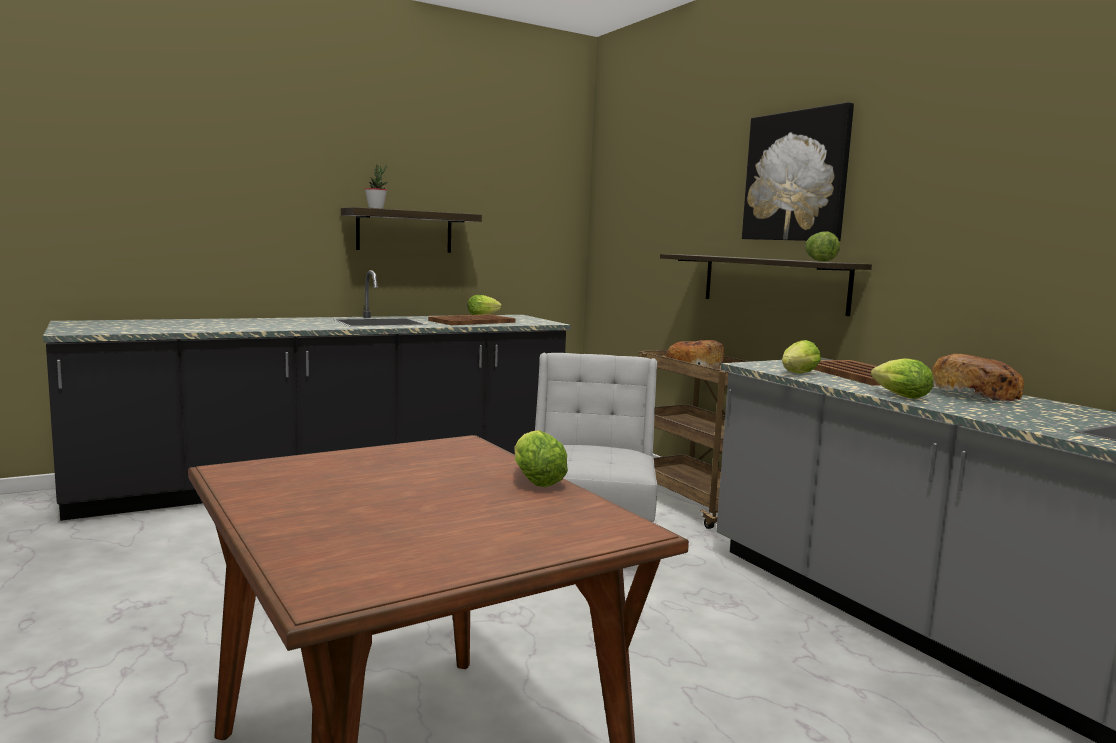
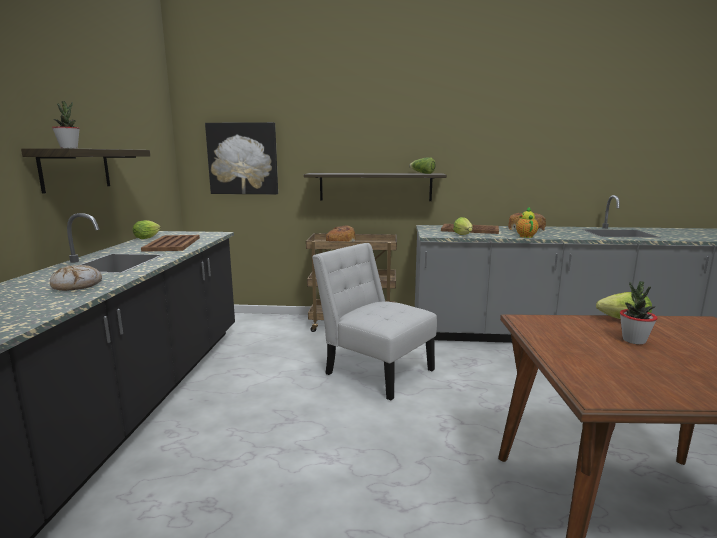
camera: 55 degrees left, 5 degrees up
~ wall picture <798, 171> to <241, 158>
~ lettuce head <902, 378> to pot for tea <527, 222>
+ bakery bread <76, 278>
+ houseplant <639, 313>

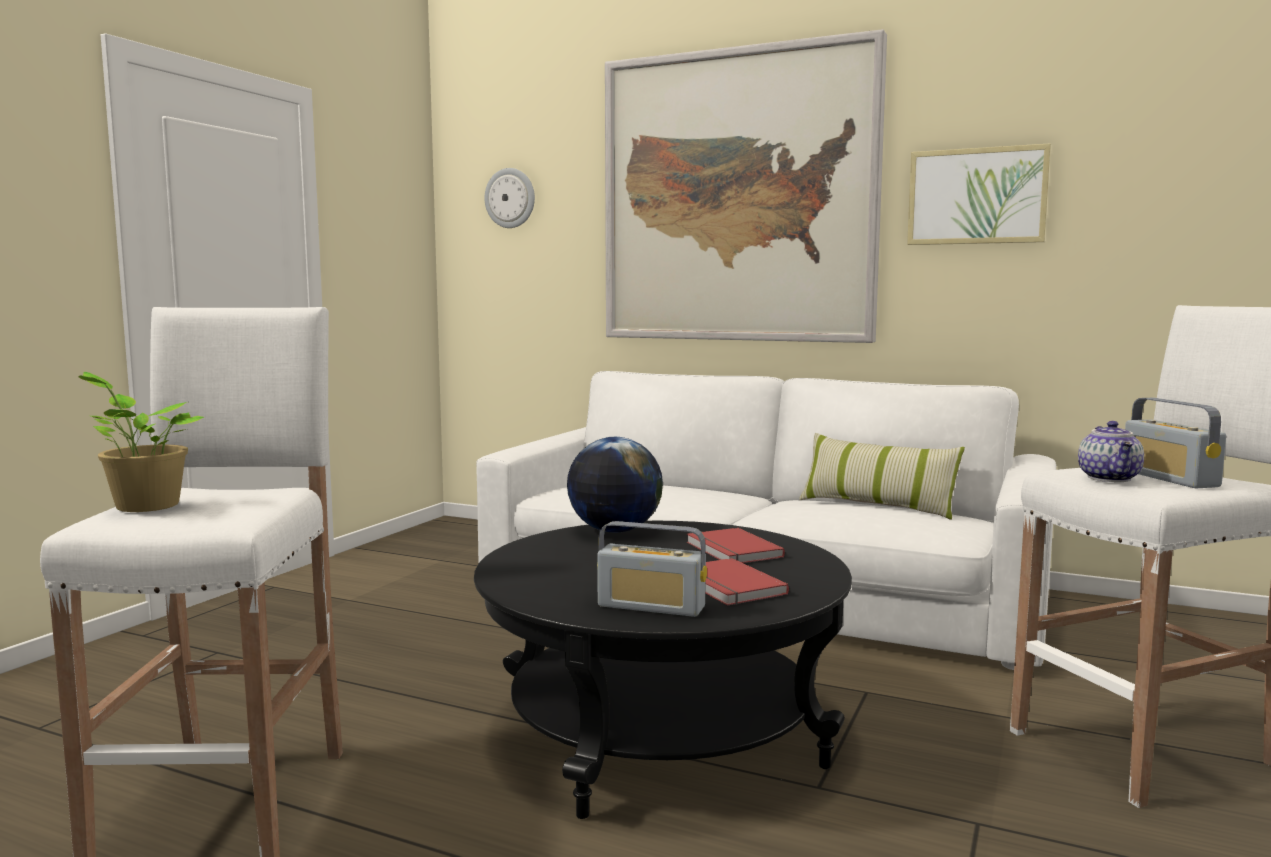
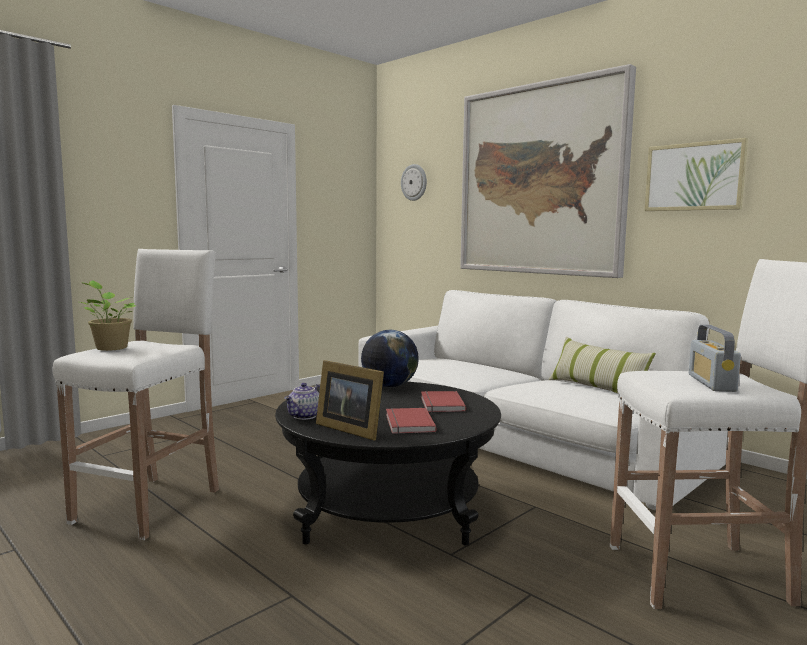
camera: 20 degrees right, 0 degrees up
~ pot for tea <1111, 451> to <302, 401>
~ radio <652, 569> to picture frame <350, 400>

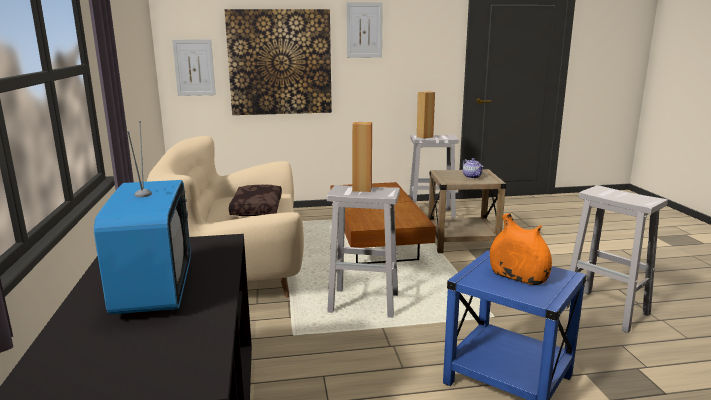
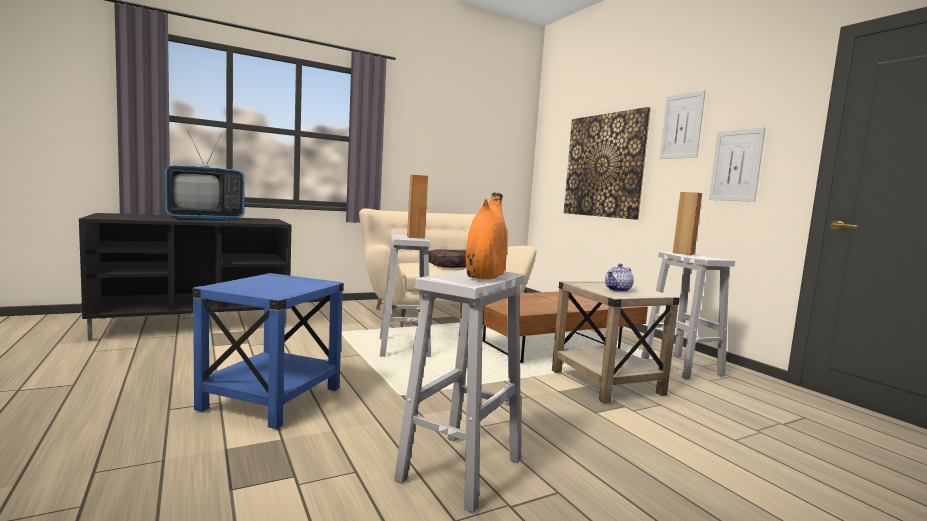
camera: 70 degrees right, 10 degrees down
~ wall picture <194, 67> to <737, 164>
~ flower vase/orange <521, 249> to <486, 235>

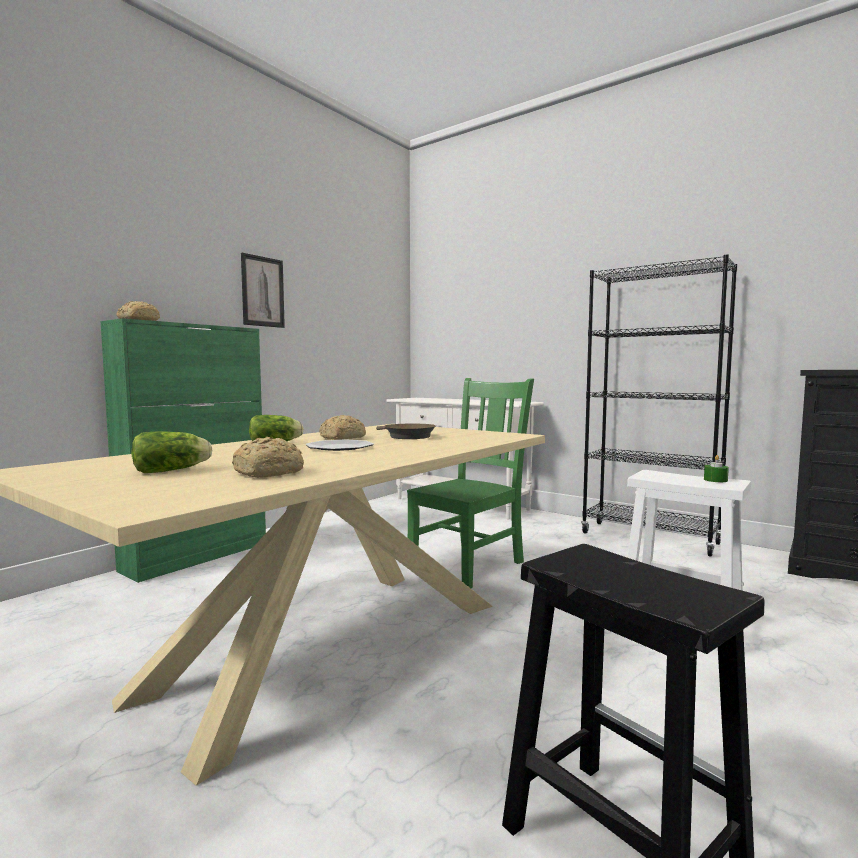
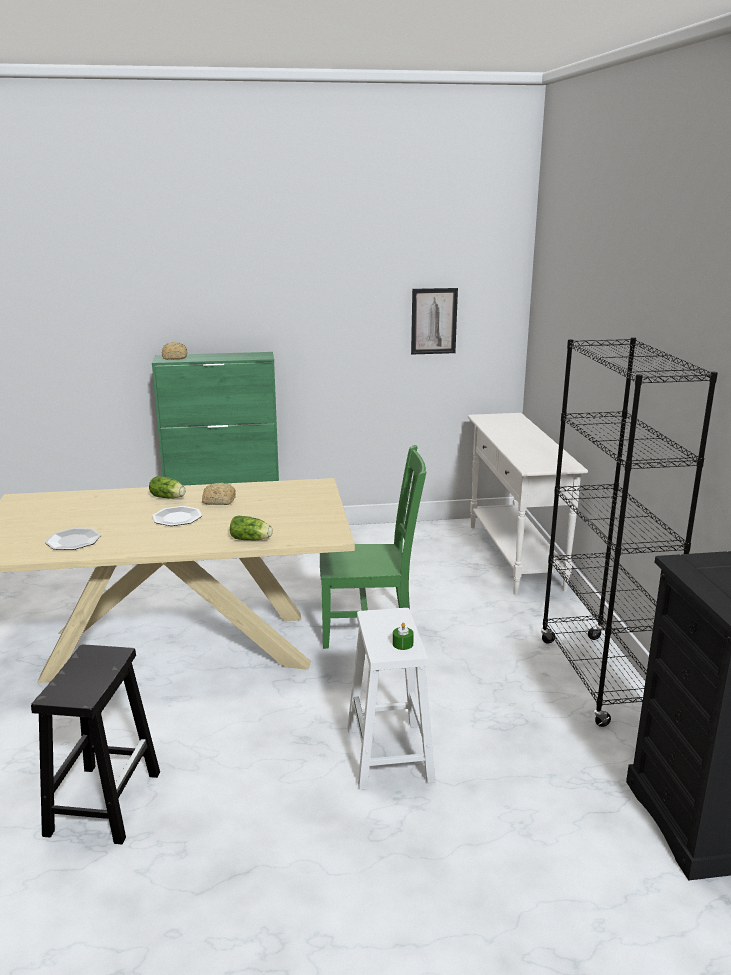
camera: 45 degrees right, 15 degrees up
~ wall picture <263, 290> to <434, 321>
- pan/brownish <406, 431>
~ lettuce head <171, 452> to <251, 527>
~ bakery bread <268, 457> to plate <73, 539>

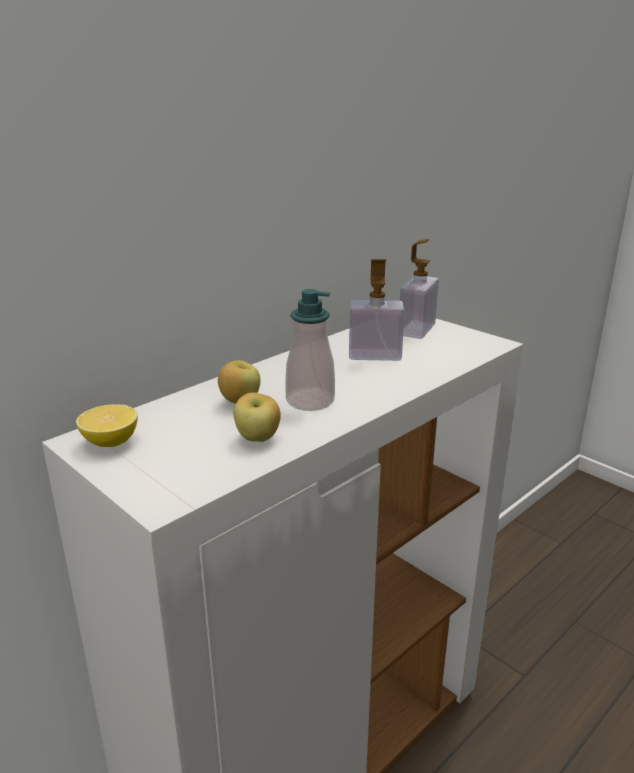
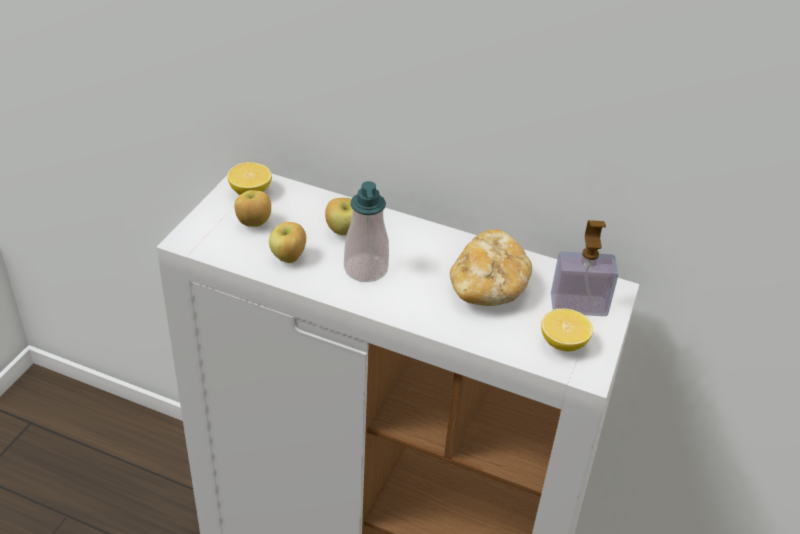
camera: 65 degrees right, 15 degrees up
~ soap bottle <377, 310> to bakery bread <491, 267>
+ whole apple <252, 208>
+ citrus fruit <567, 329>

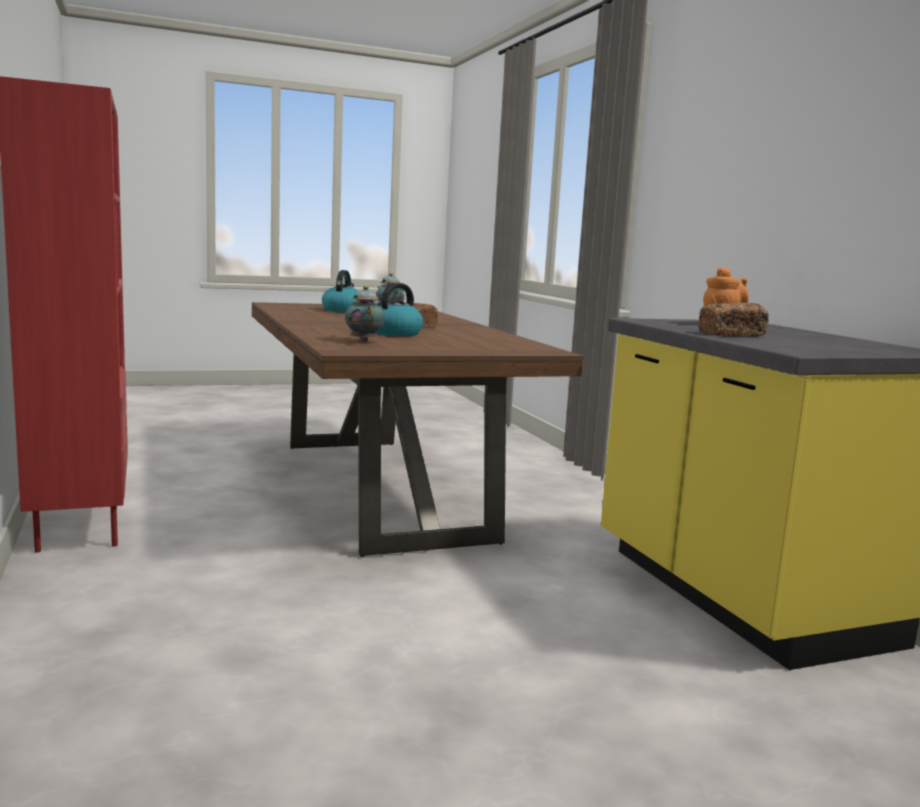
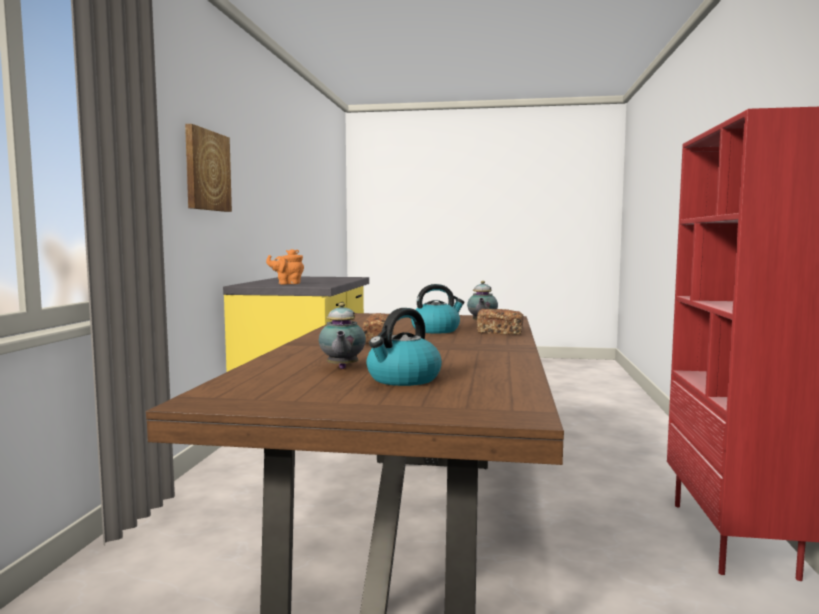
camera: 150 degrees left, 5 degrees down
~ bakery bread <734, 319> to <500, 322>
+ wall picture <208, 168>

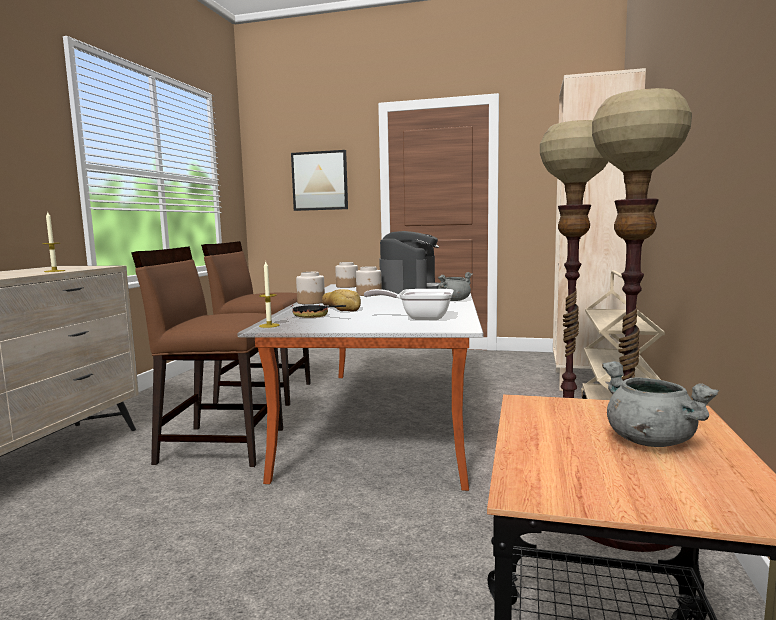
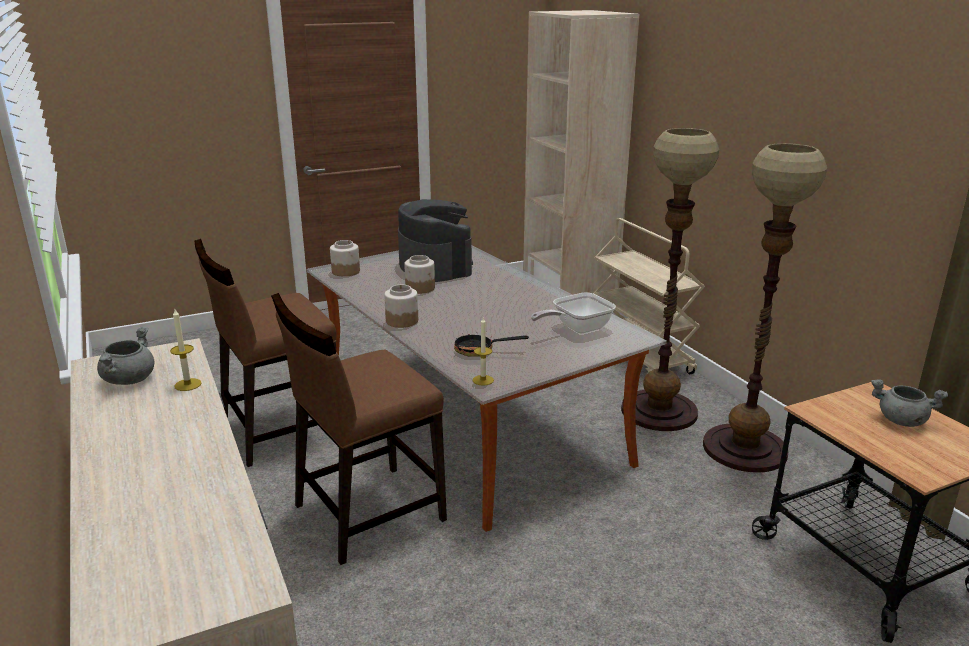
camera: 40 degrees left, 15 degrees up
- wall picture <319, 180>
~ stockpot/grey <455, 286> to <125, 356>
- bakery bread <341, 300>

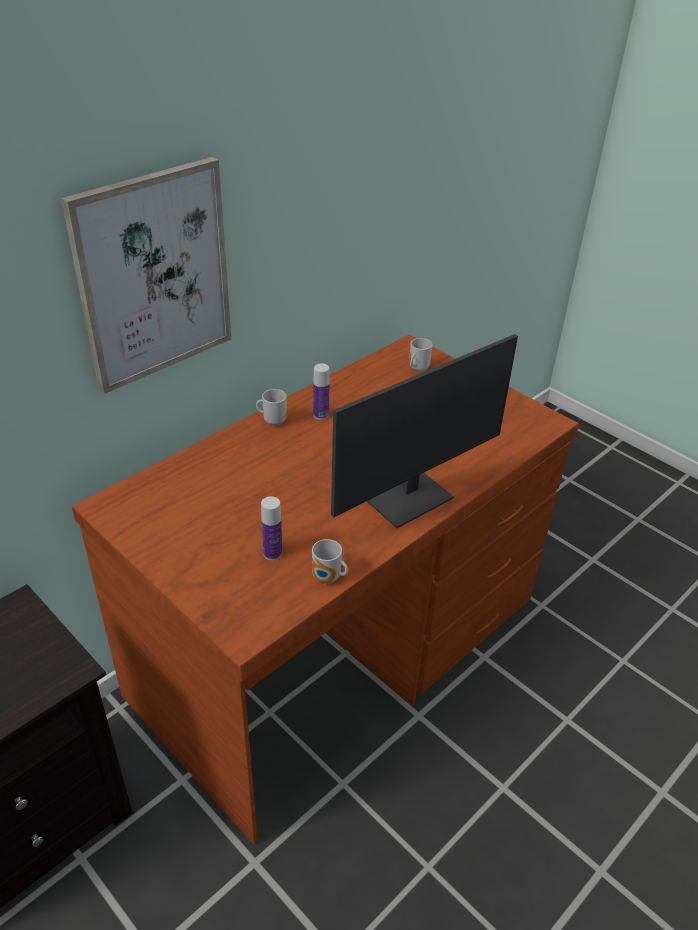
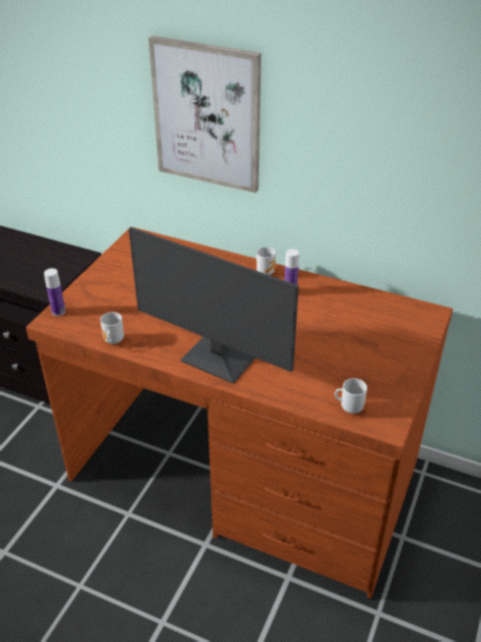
camera: 70 degrees right, 0 degrees up
~ tea mug <421, 354> to <351, 396>
~ beverage bottle <271, 528> to <55, 292>

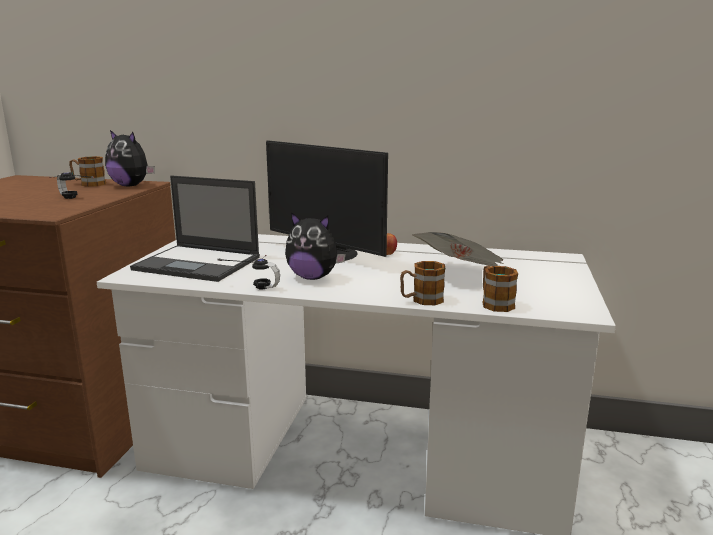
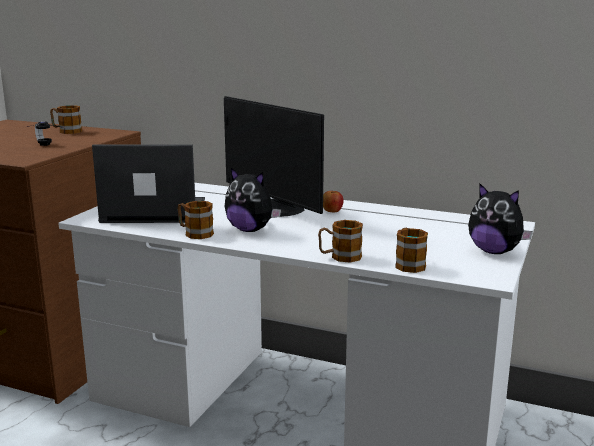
camera: 10 degrees right, 0 degrees up
~ soft toy <130, 158> to <500, 218>
~ laptop <195, 228> = <148, 184> 150 degrees clockwise
- printed paper <458, 249>
~ pair of headphones <249, 272> to tea mug <195, 220>

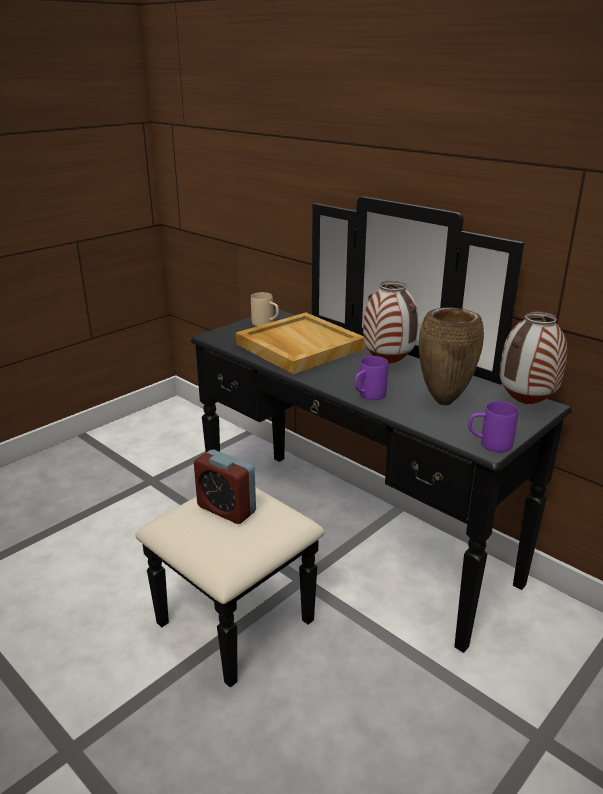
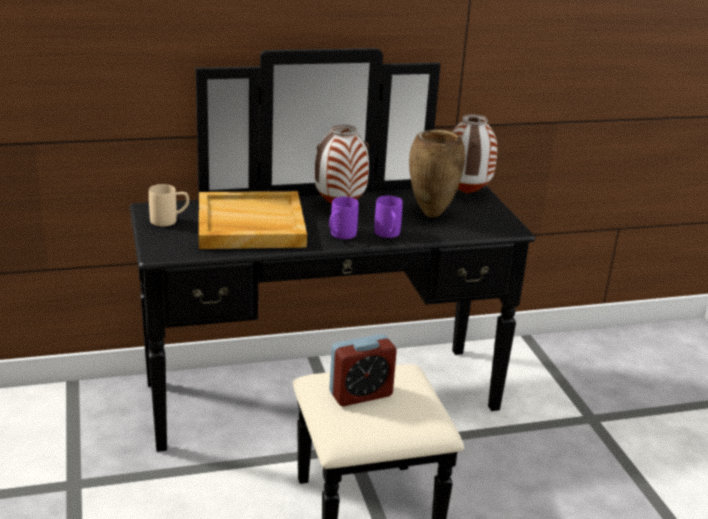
camera: 60 degrees left, 0 degrees up
~ tea mug/purple <493, 426> to <344, 218>

